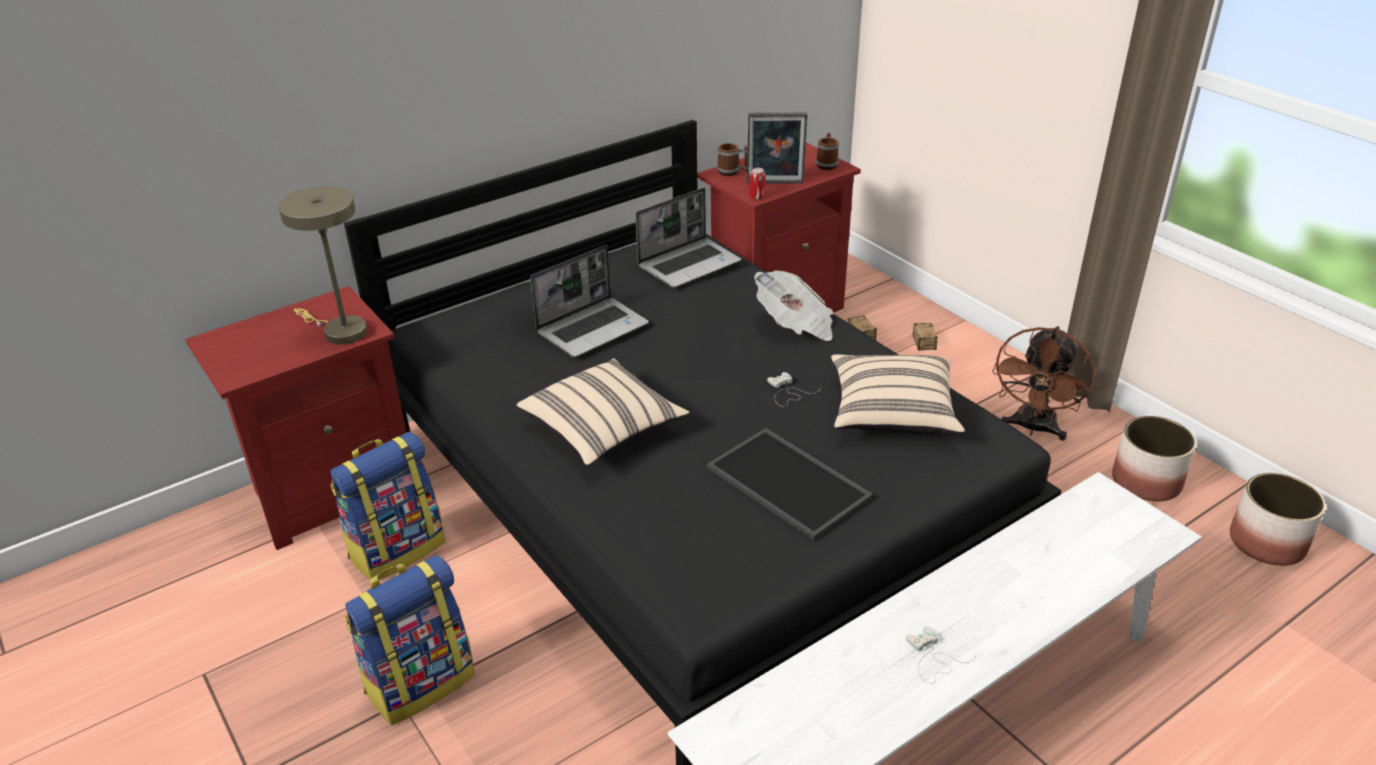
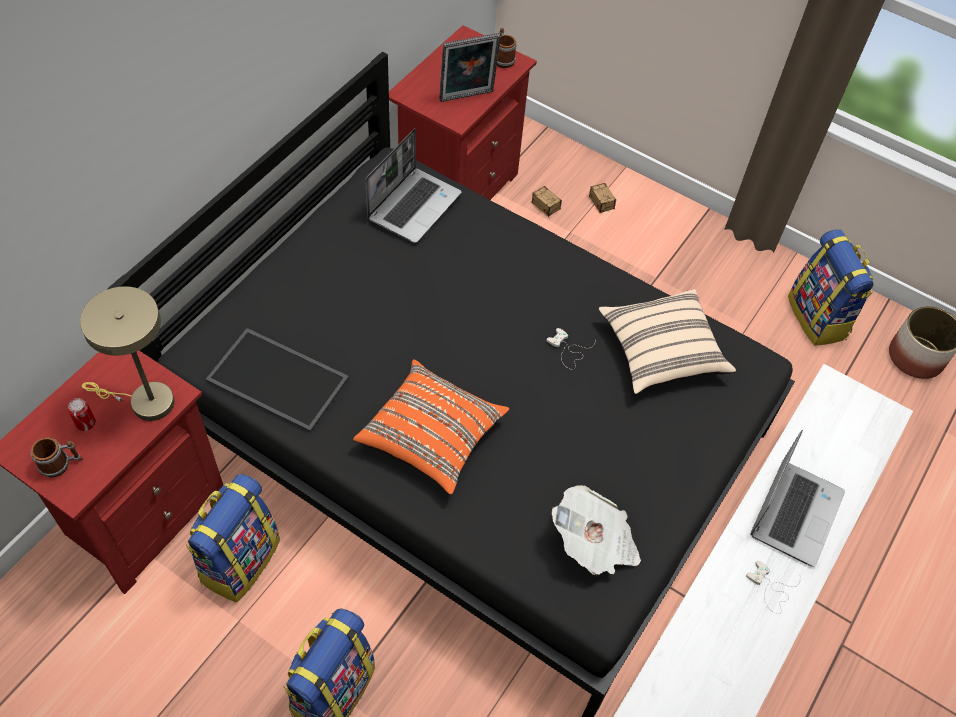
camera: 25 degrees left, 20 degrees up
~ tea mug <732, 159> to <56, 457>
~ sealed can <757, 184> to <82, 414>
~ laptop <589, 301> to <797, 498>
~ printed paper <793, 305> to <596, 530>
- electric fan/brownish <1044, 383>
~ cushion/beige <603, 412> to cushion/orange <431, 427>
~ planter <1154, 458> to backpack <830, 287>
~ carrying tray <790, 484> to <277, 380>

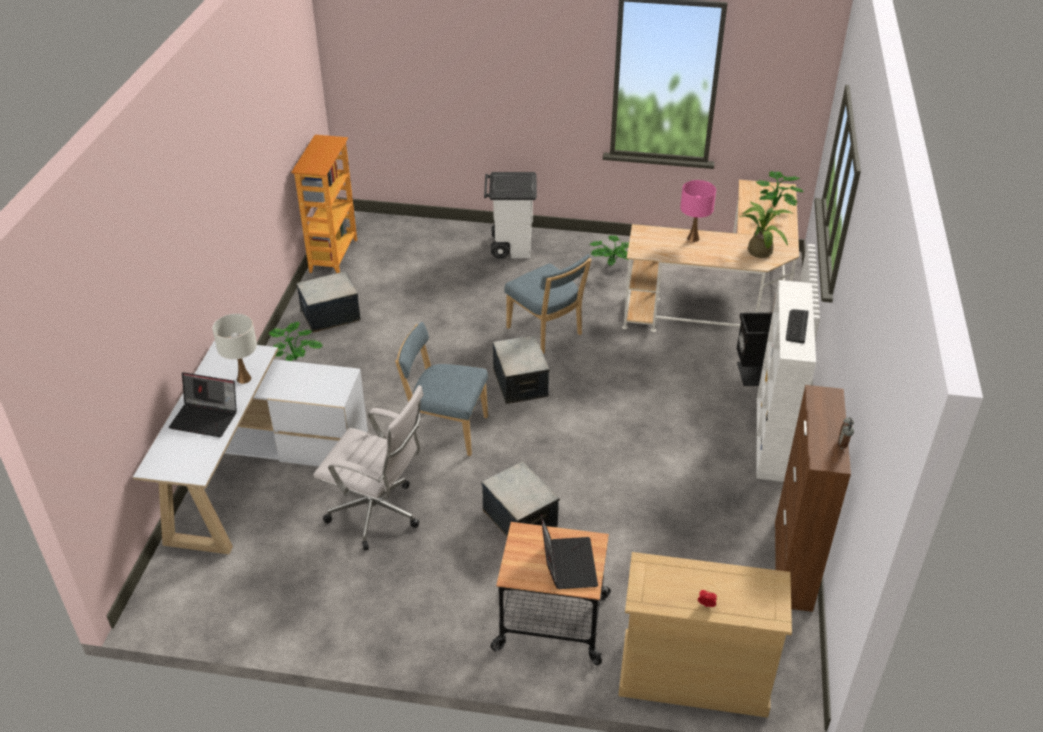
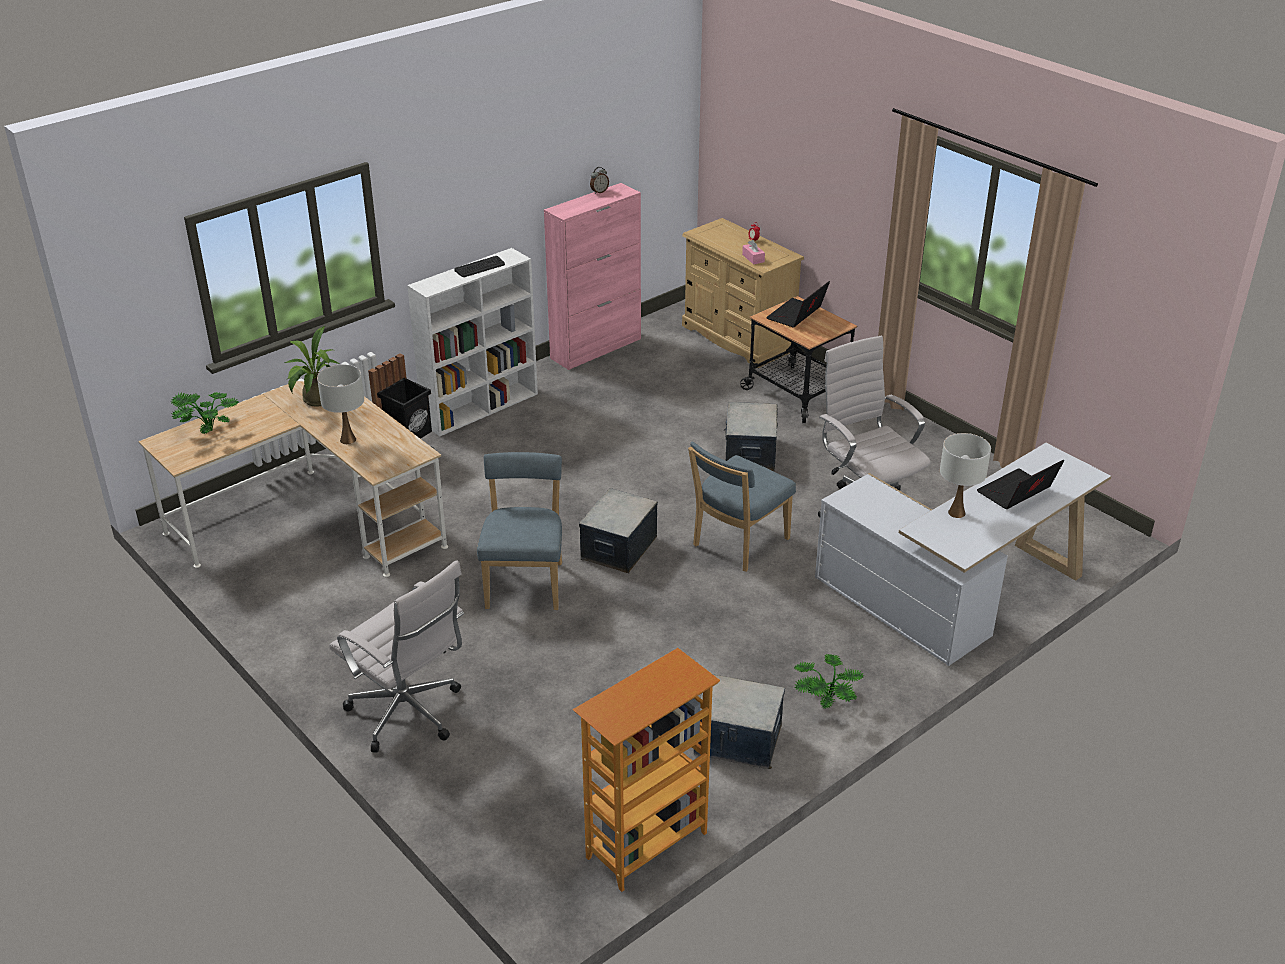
camera: 140 degrees left, 5 degrees down
~ rubbish bin/white-coloured <510, 215> to office chair/white-coloured <396, 656>
~ lamp for a table/pink <698, 211> to lamp for a table/white-coloured <340, 404>
- houseplant <609, 250>
~ plain chair/bluish <441, 389> = <742, 507> 75 degrees clockwise
~ laptop <203, 404> = <1020, 484> 90 degrees counterclockwise
~ cupboard/brownish <813, 498> to cupboard/pink <592, 276>
+ box of tissues/pink <753, 252>

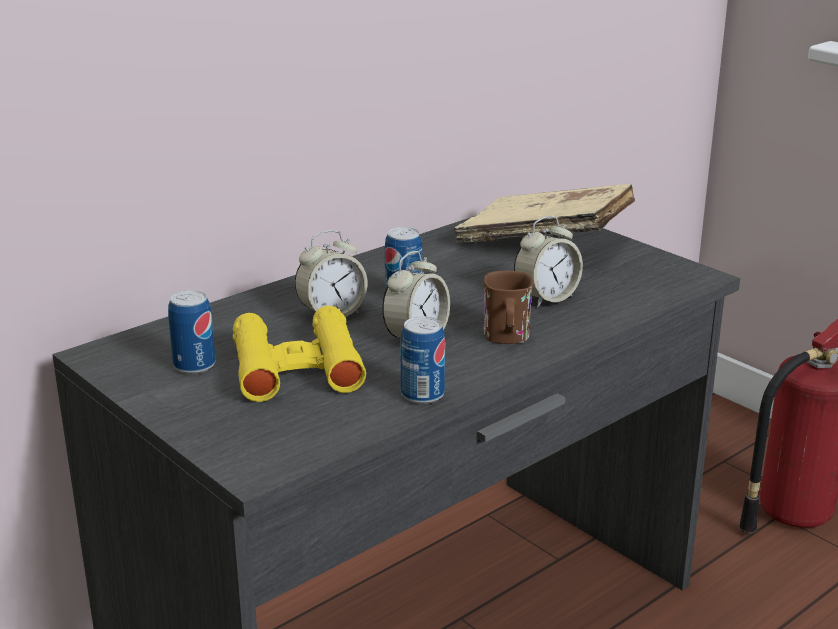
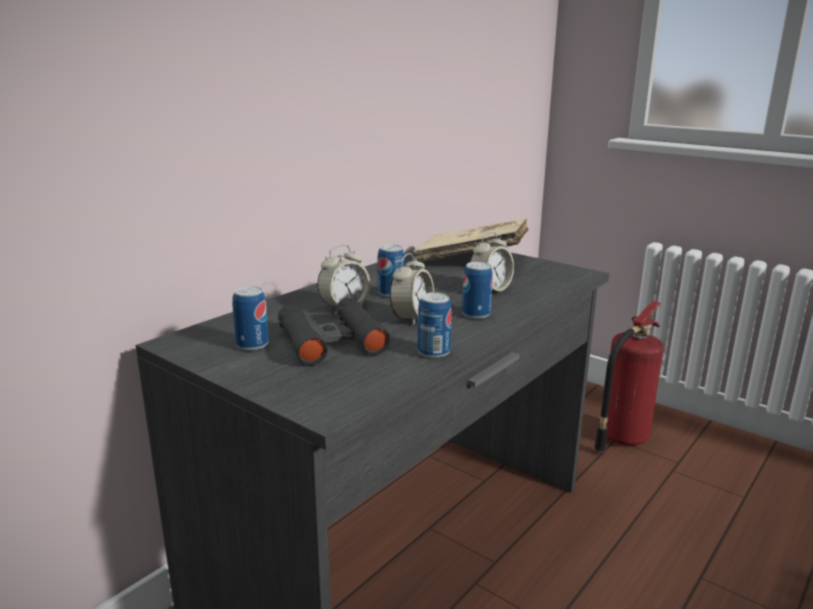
camera: 10 degrees left, 5 degrees down
~ tea mug/brownish <508, 307> to sealed can <477, 290>
~ binoculars/yellow-coloured <299, 354> to binoculars/blackish <334, 331>

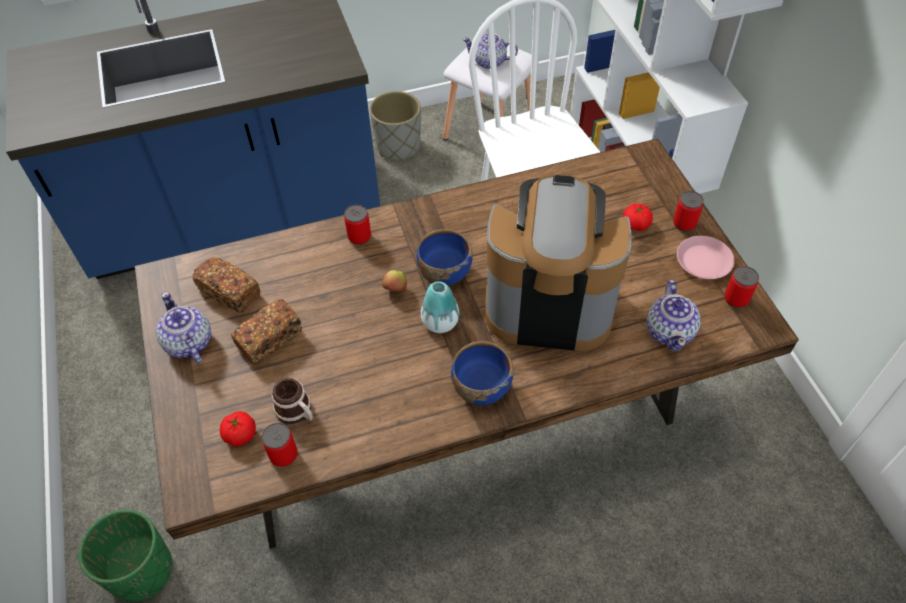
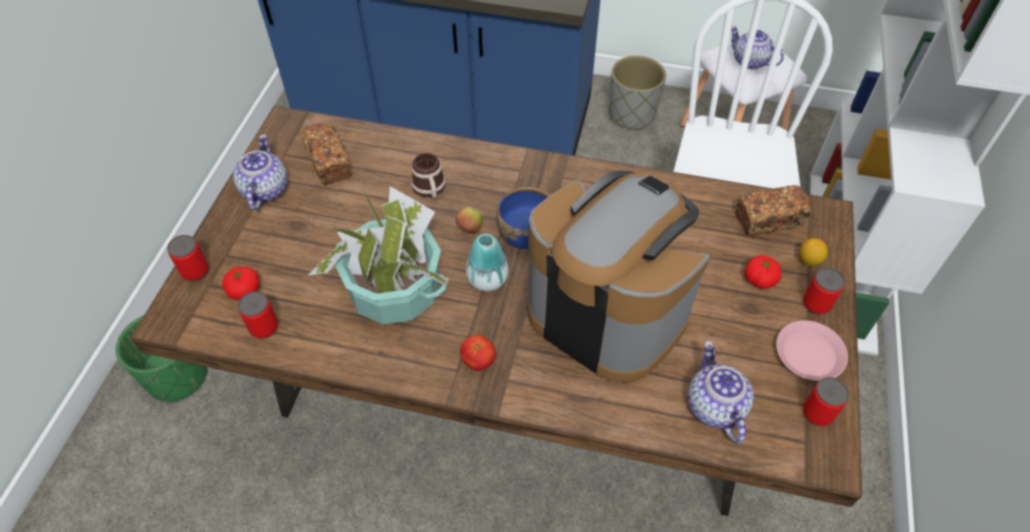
camera: 30 degrees right, 0 degrees up
~ sealed can <357, 225> to <188, 258>
~ pot for tea <674, 316> = <720, 392> 135 degrees clockwise
~ bakery bread <266, 332> to <773, 211>
~ serving bowl/bluish <482, 373> to whole tomato <478, 353>
~ tea mug <292, 401> to <428, 175>
+ houseplant <378, 255>
+ citrus fruit <813, 252>

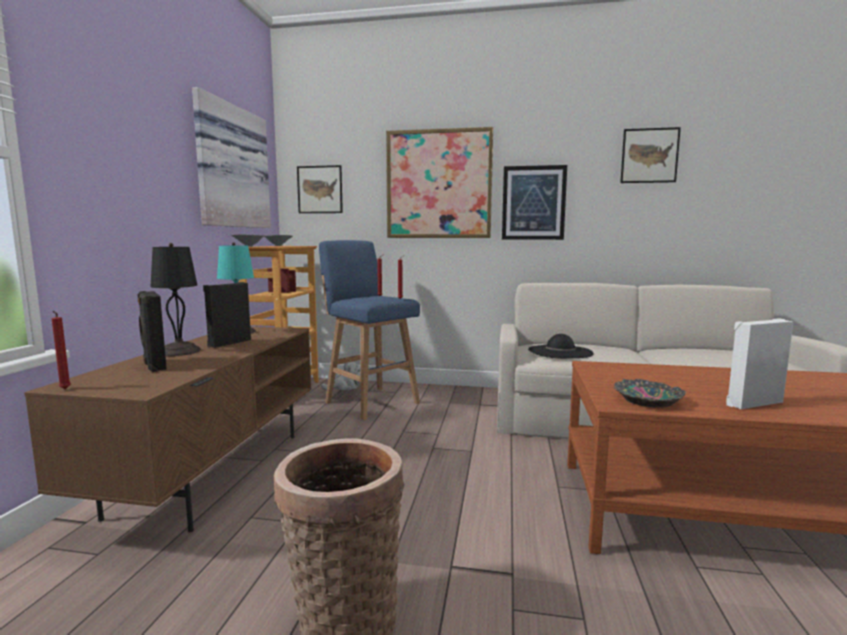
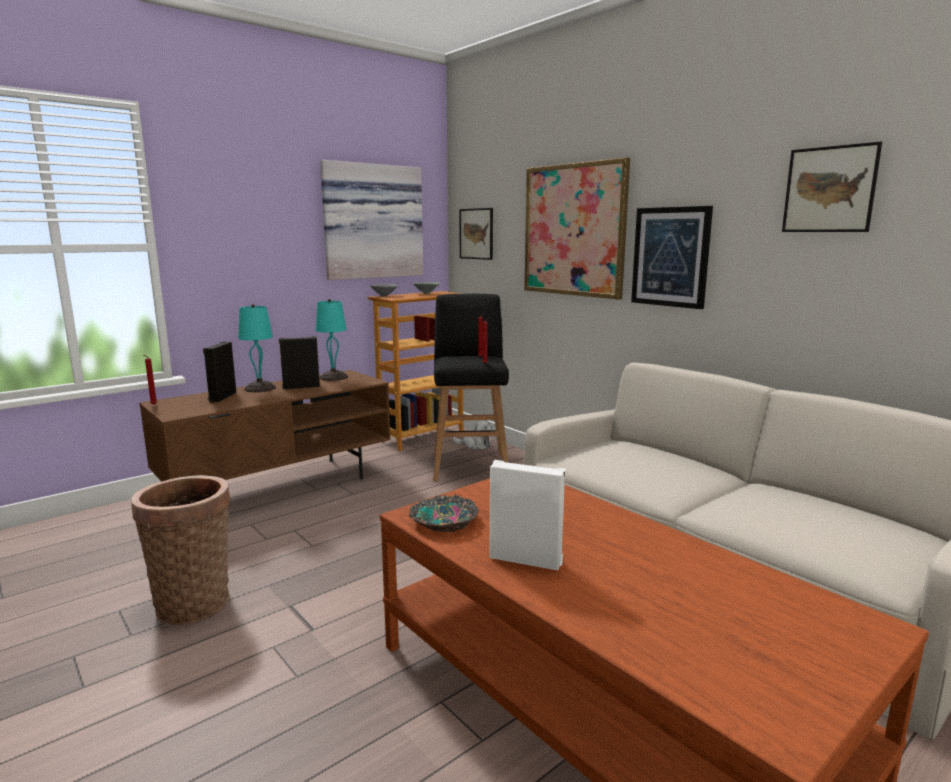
camera: 40 degrees right, 5 degrees up
~ stool seat/bluish <369, 330> to stool seat/blackish <471, 387>
~ lamp for a table/blackish <176, 299> to lamp for a table/blue-green <257, 348>
- clothing hat/blackish <561, 346>

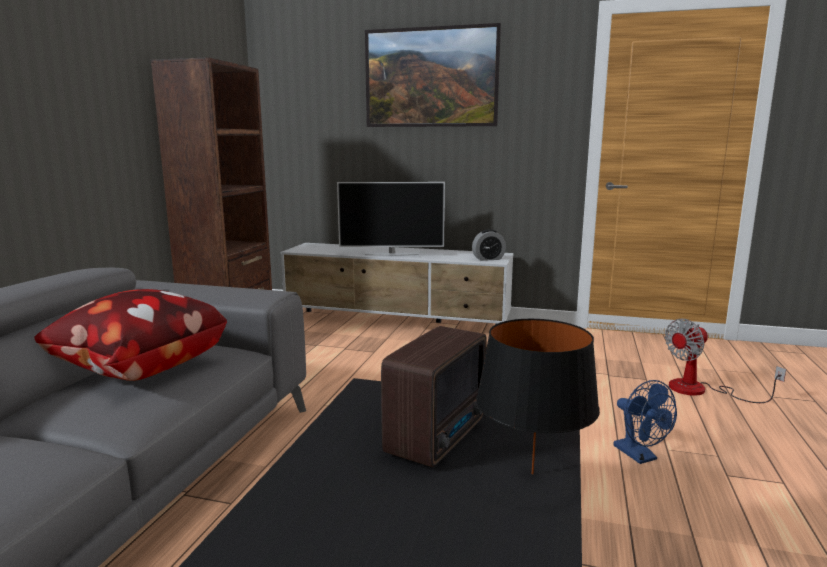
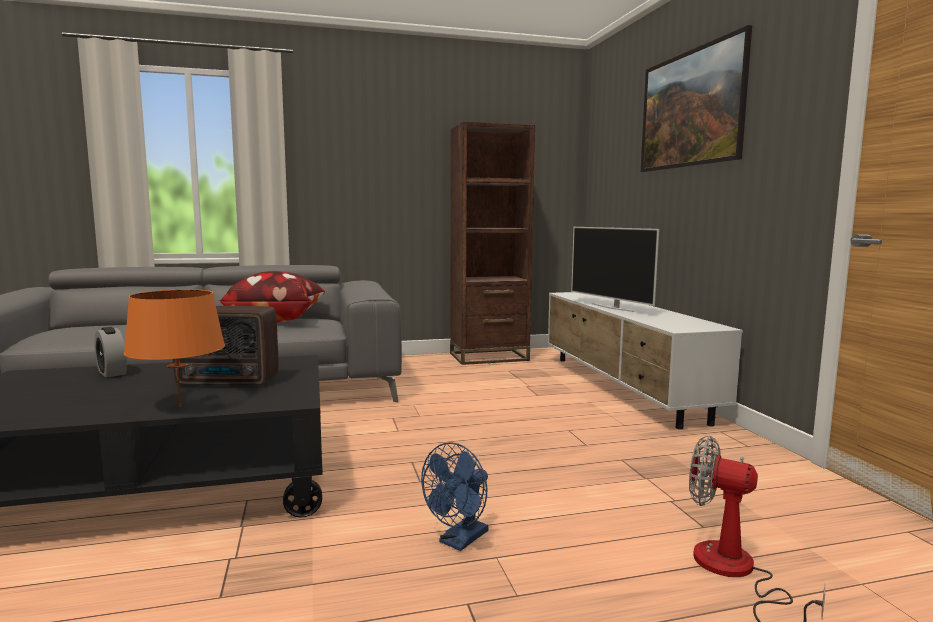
camera: 60 degrees right, 5 degrees down
~ table clock <489, 245> to <110, 352>
~ lamp for a table/blackish <538, 396> to lamp for a table/orange <174, 348>

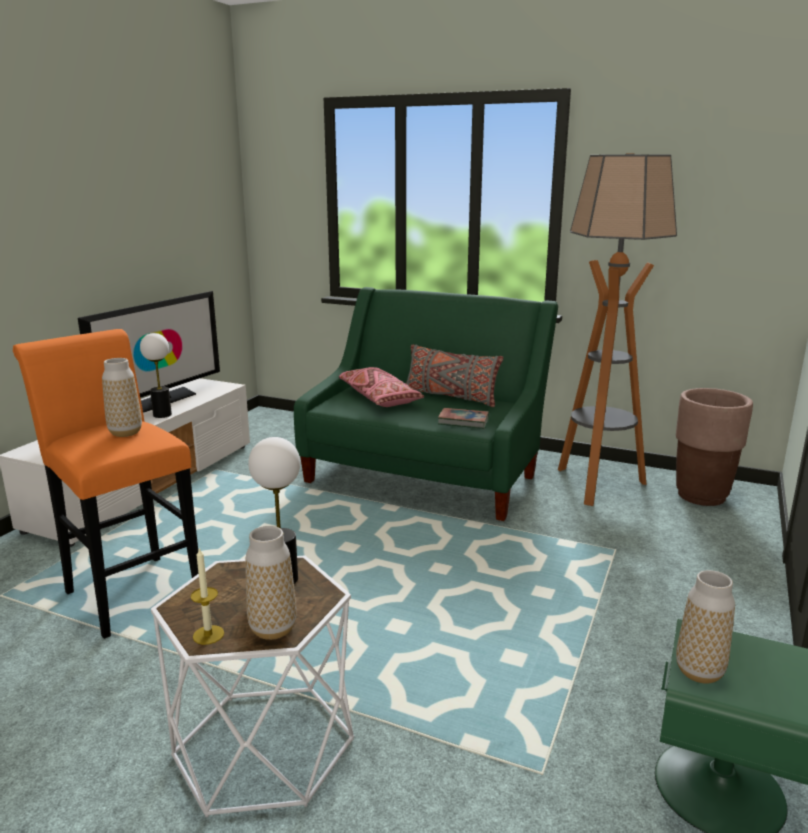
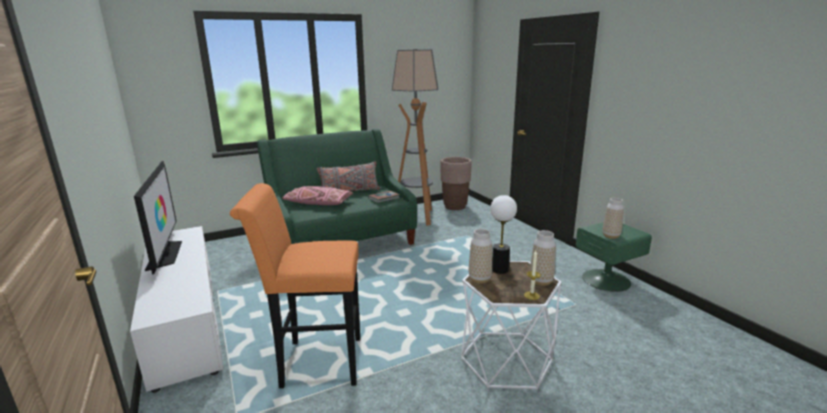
camera: 50 degrees left, 0 degrees up
- lamp for a table <156, 375>
~ flower vase <122, 397> to <480, 256>

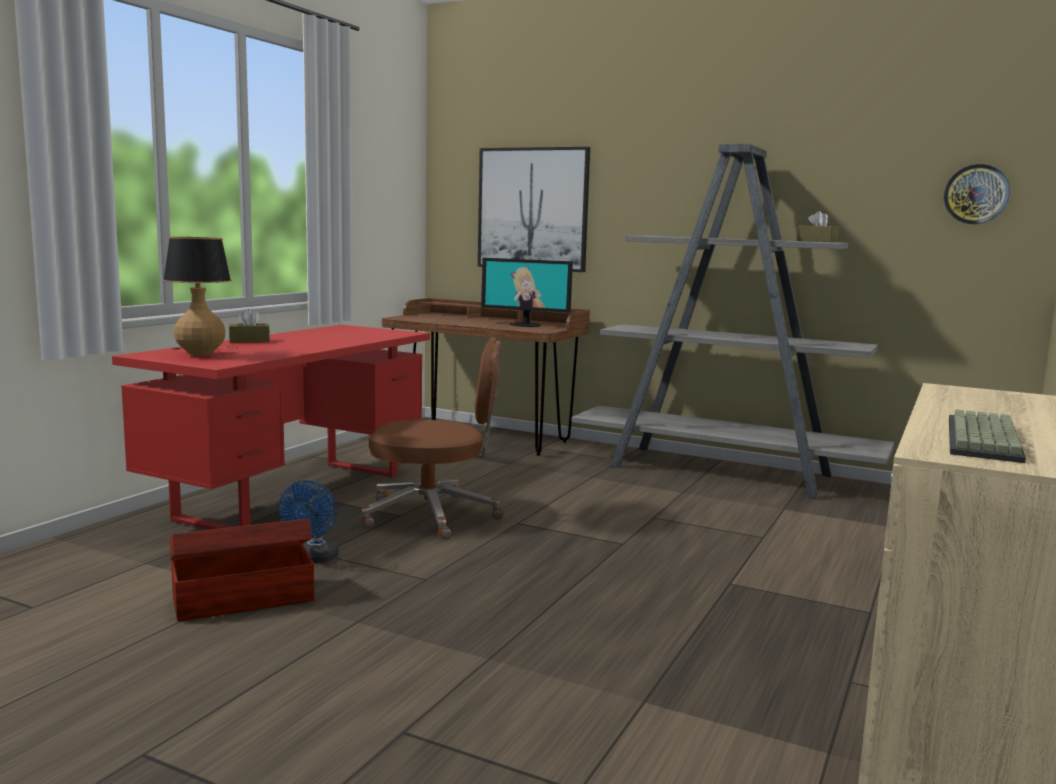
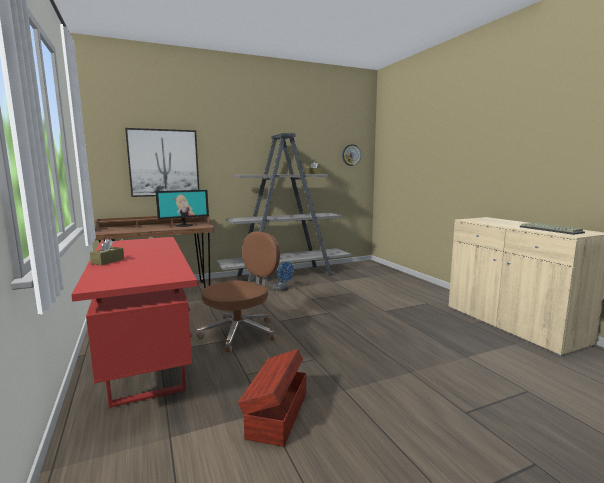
camera: 50 degrees left, 0 degrees up
- lamp for a table <200, 296>
~ electric fan/bluish <309, 521> to <283, 276>

